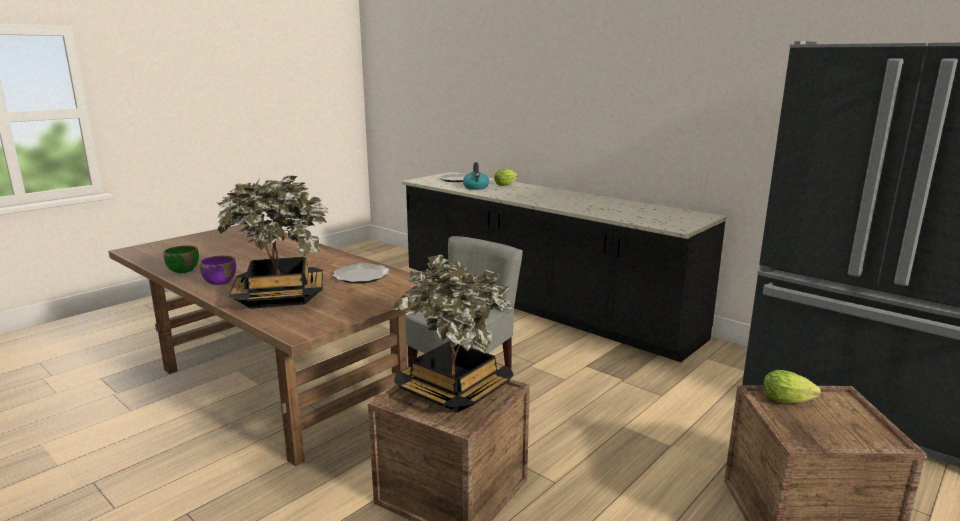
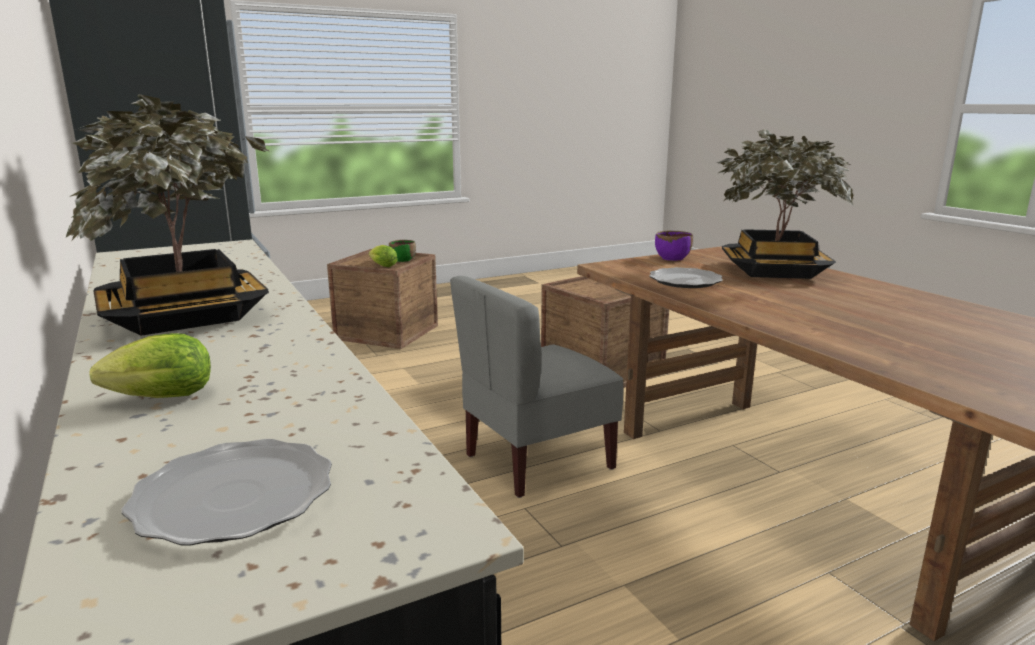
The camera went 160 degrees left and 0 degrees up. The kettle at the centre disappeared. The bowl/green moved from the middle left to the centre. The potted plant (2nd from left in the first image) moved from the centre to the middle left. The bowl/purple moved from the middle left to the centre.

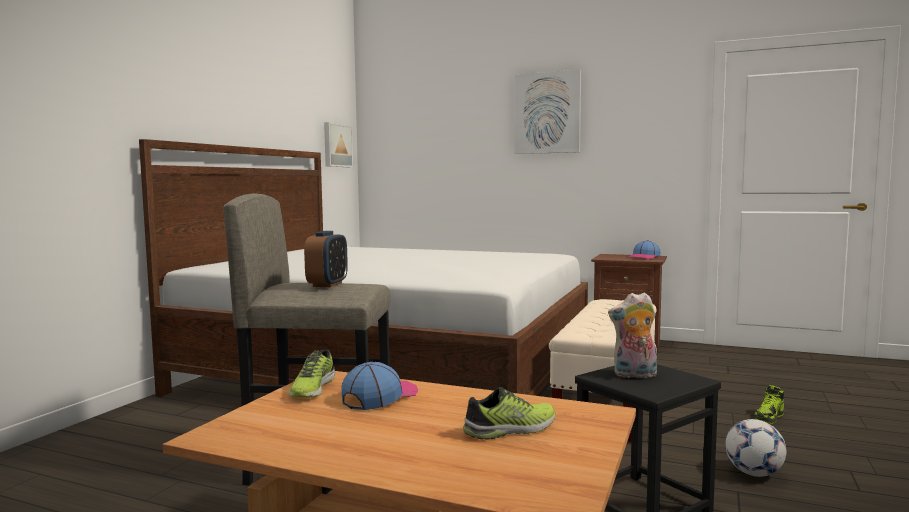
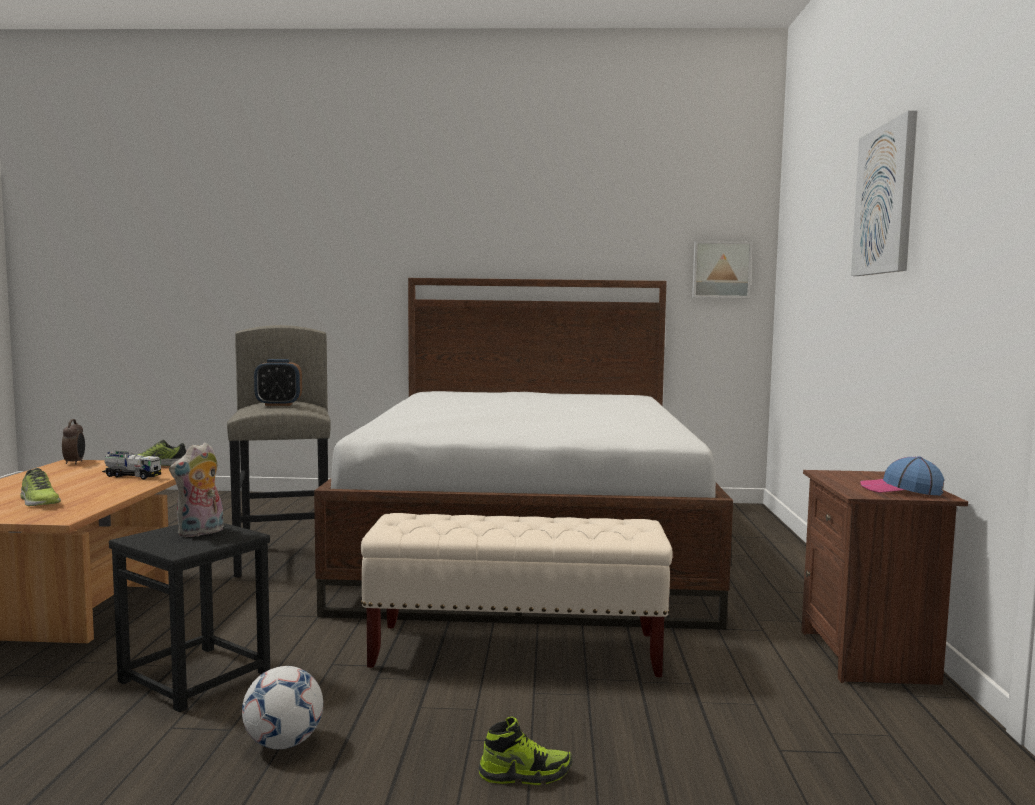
The camera went 70 degrees right and 0 degrees up. The plush toy at the middle right turned 120 degrees counterclockwise. The cap (1st from left) at the bottom centre was replaced by the toy truck at the middle left. The shoe (3rd from left) at the bottom right turned 150 degrees clockwise. The alarm clock (1st from left) at the middle left appeared.

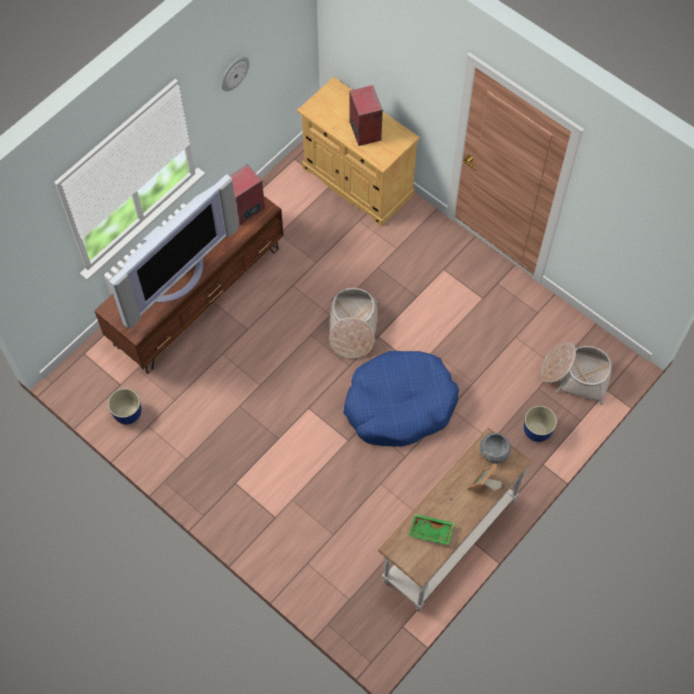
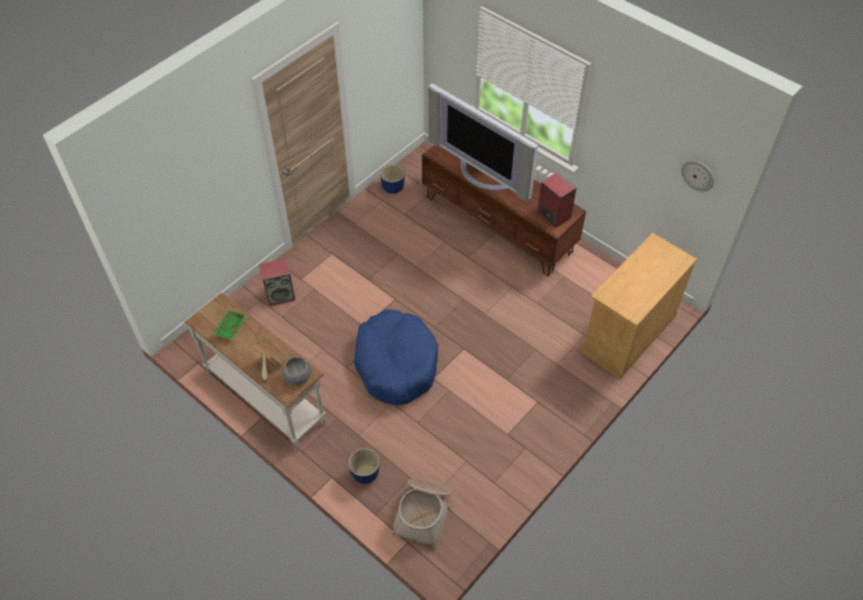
The camera went 90 degrees right and 10 degrees down. The wall clock moved from the top centre to the top right. The speaker (2nd from left in the first image) moved from the top centre to the middle left. The basket (1st from left) at the centre disappeared.

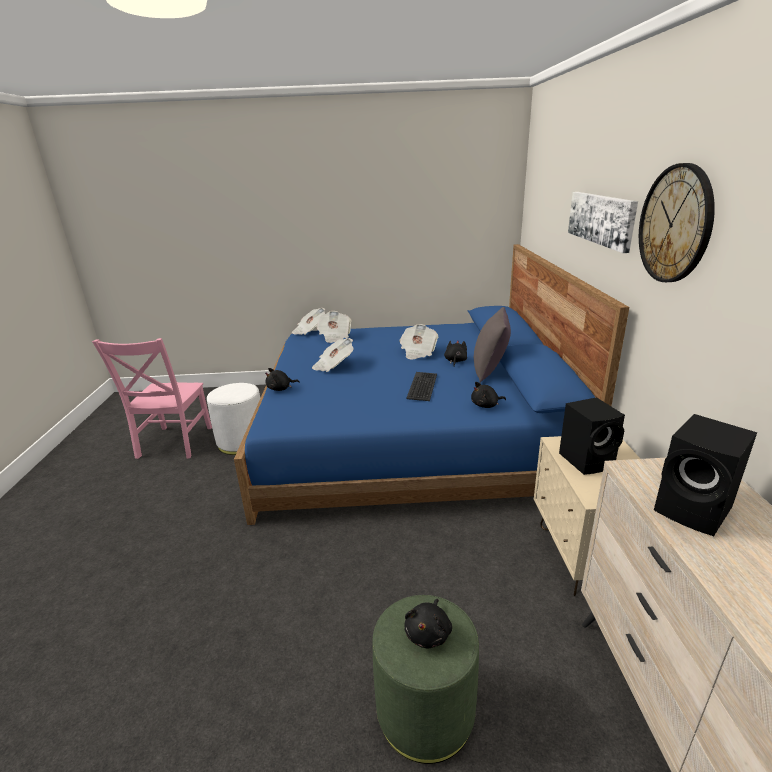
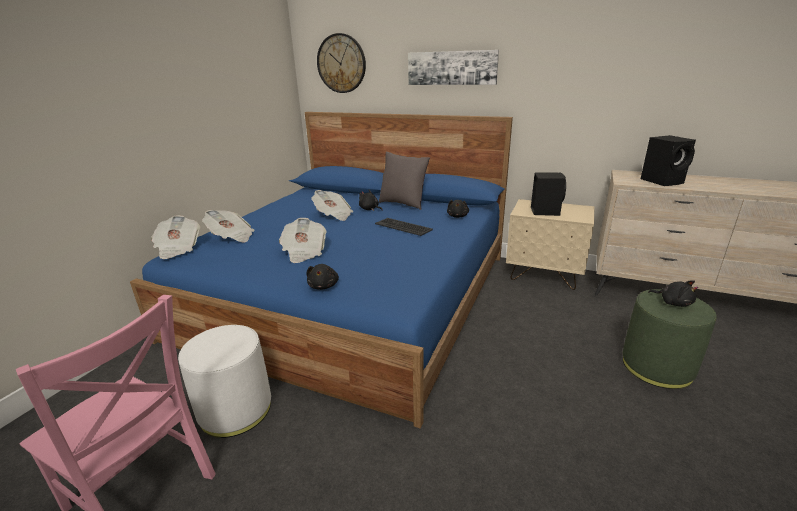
The camera went 65 degrees left and 0 degrees up. The wall clock moved from the top right to the top centre.

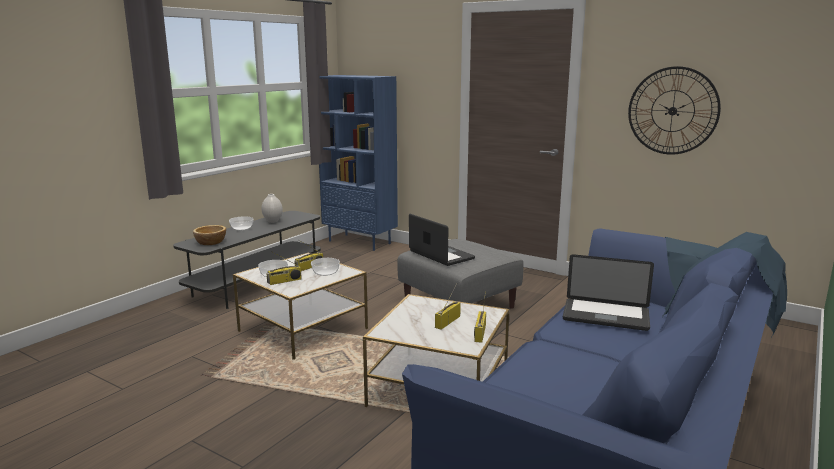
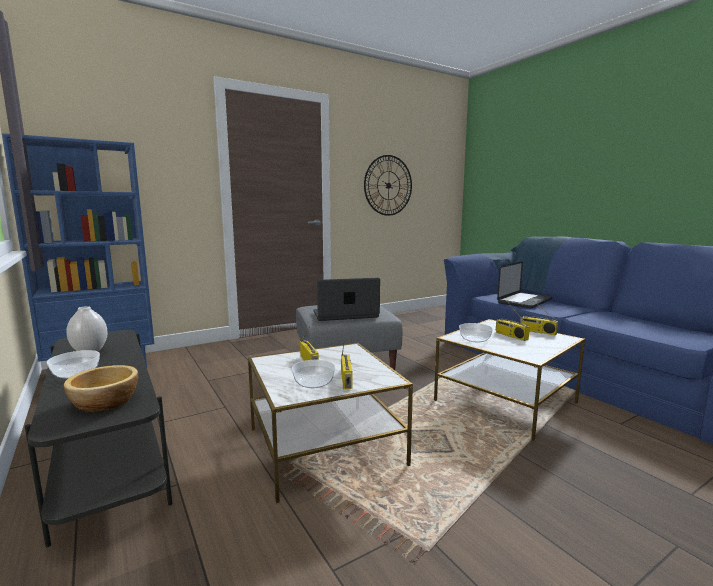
The camera went 65 degrees left and 5 degrees down. The bowl (4th from left) moved from the centre to the middle right.

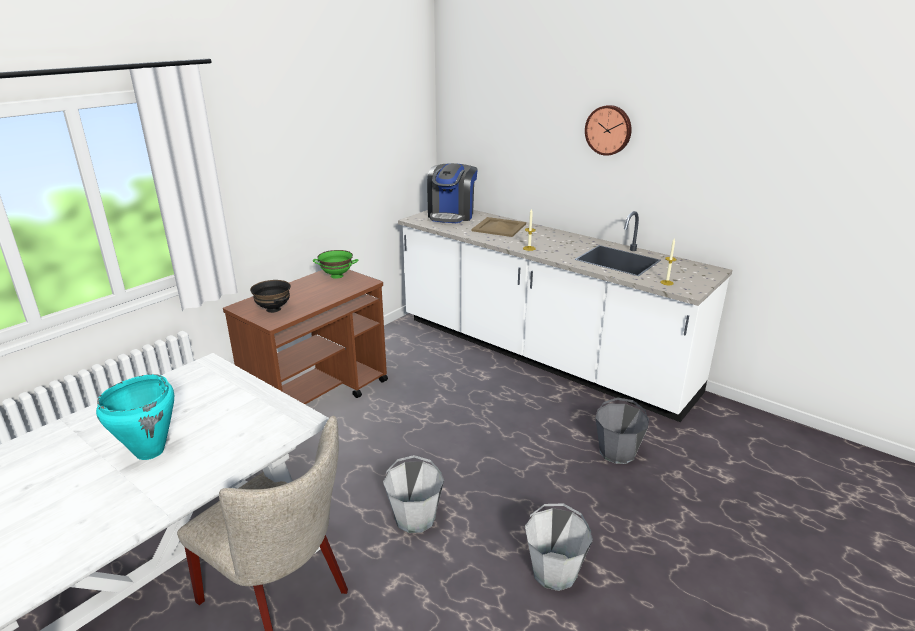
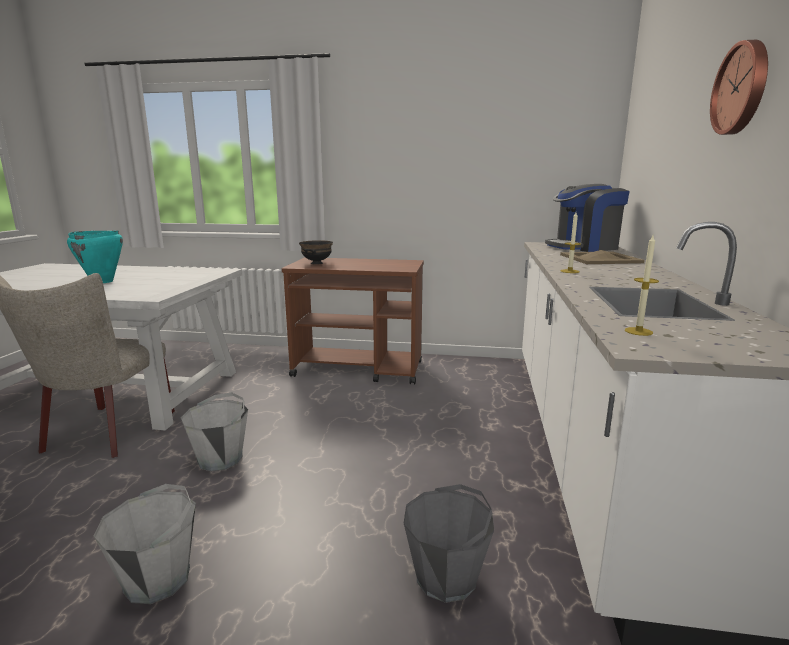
The camera went 60 degrees right and 10 degrees down. The bowl/green at the centre disappeared.

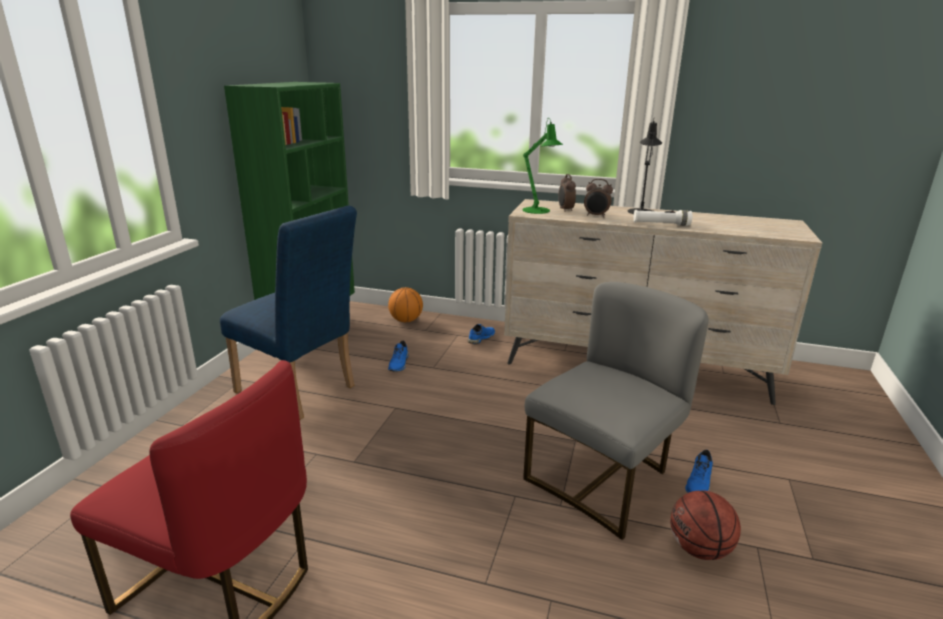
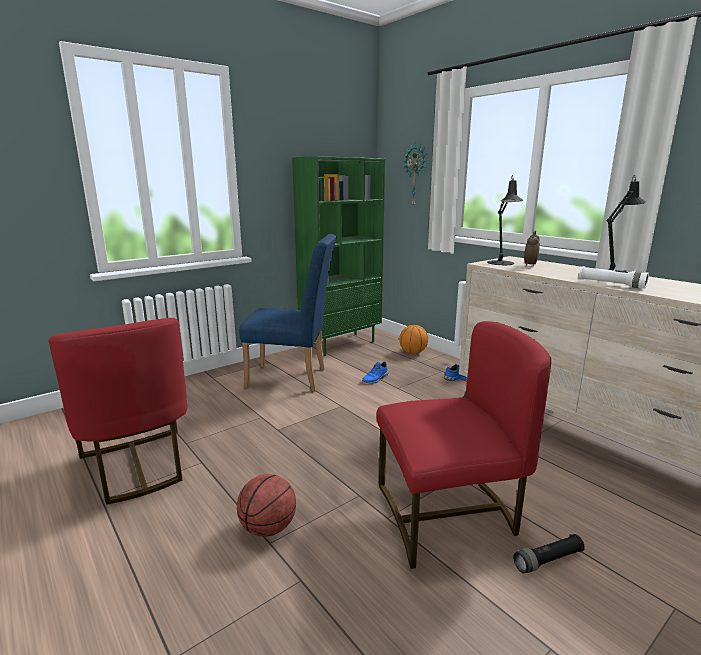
The camera went 35 degrees right and 5 degrees down. The table lamp/green at the top centre became the table lamp/black (1st from left) at the middle right. The alarm clock (2nd from left) at the top centre disappeared. The chair/blue at the middle left turned 60 degrees counterclockwise. The chair/grey at the centre became the chair/red (2nd from left) at the bottom centre. The shoe/blue (3rd from left) at the bottom right was replaced by the flashlight/black at the bottom right. The basketball (2nd from left in the first image) moved from the bottom right to the bottom centre. The wall clock at the top centre appeared.

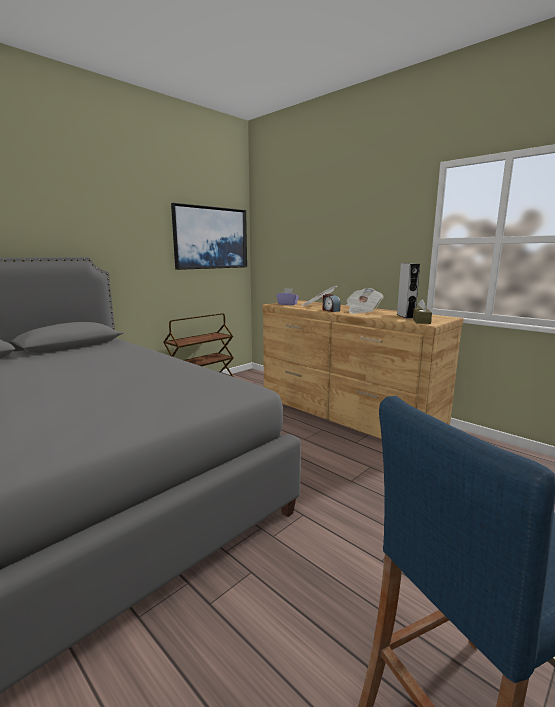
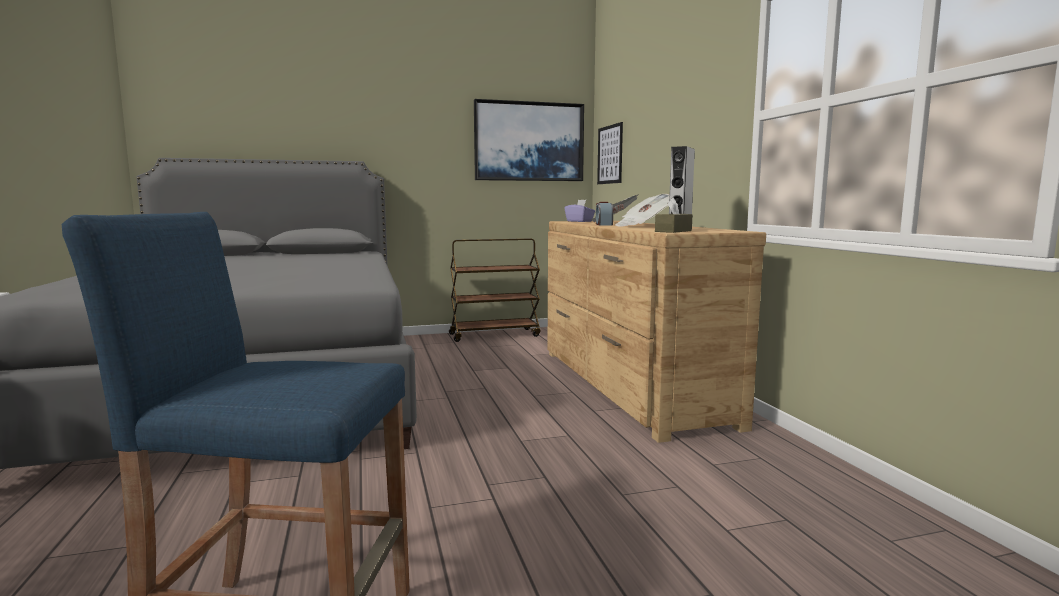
The camera went 30 degrees right and 5 degrees down. The picture (2nd from left) at the top centre appeared.

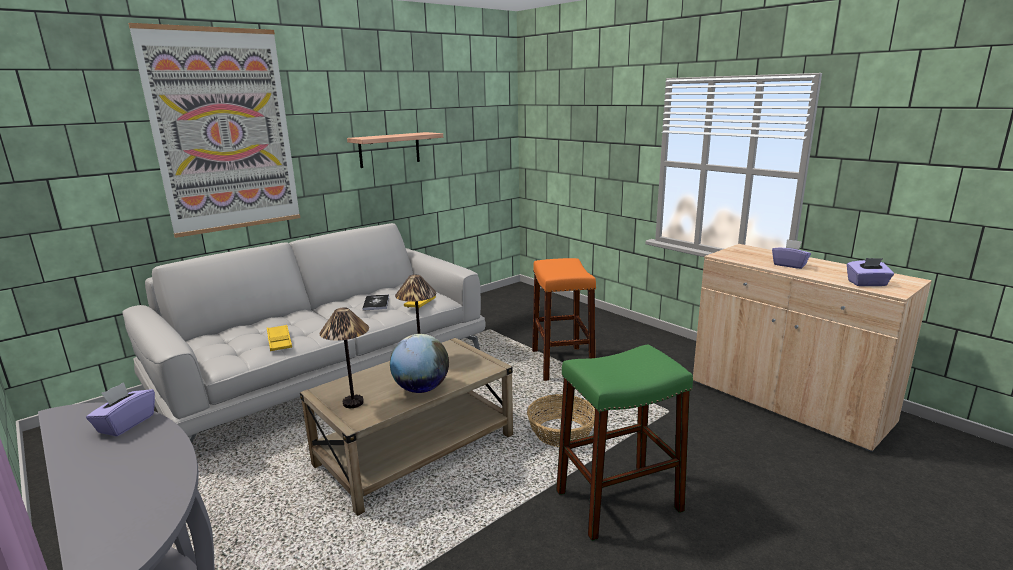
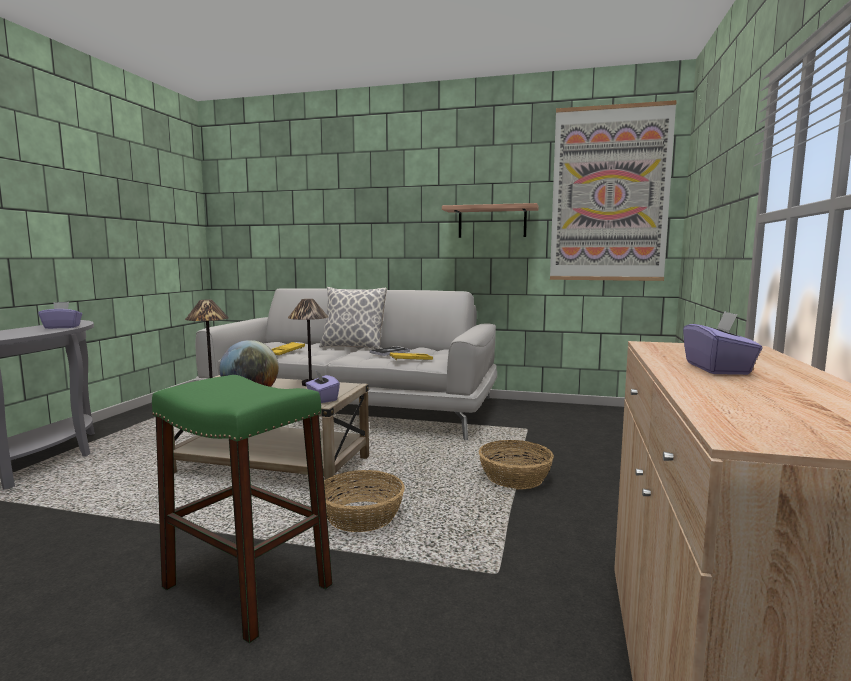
The camera went 55 degrees right and 10 degrees down. The picture moved from the top left to the top right. The stool/orange at the centre was replaced by the basket (2nd from left) at the bottom centre. The tissue box/purple (3rd from left in the first image) moved from the middle right to the centre. The pillow at the centre appeared.

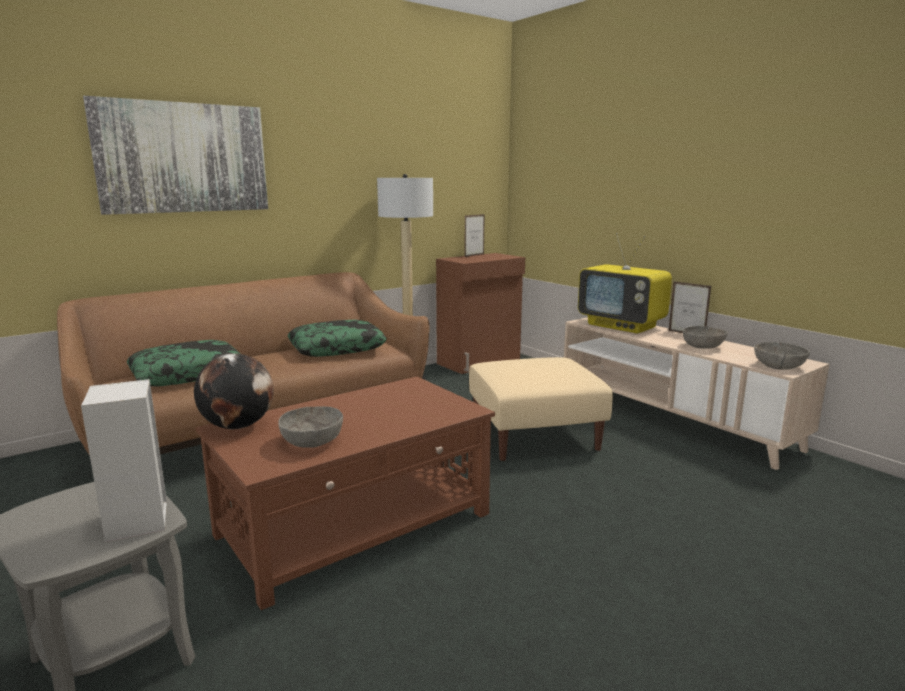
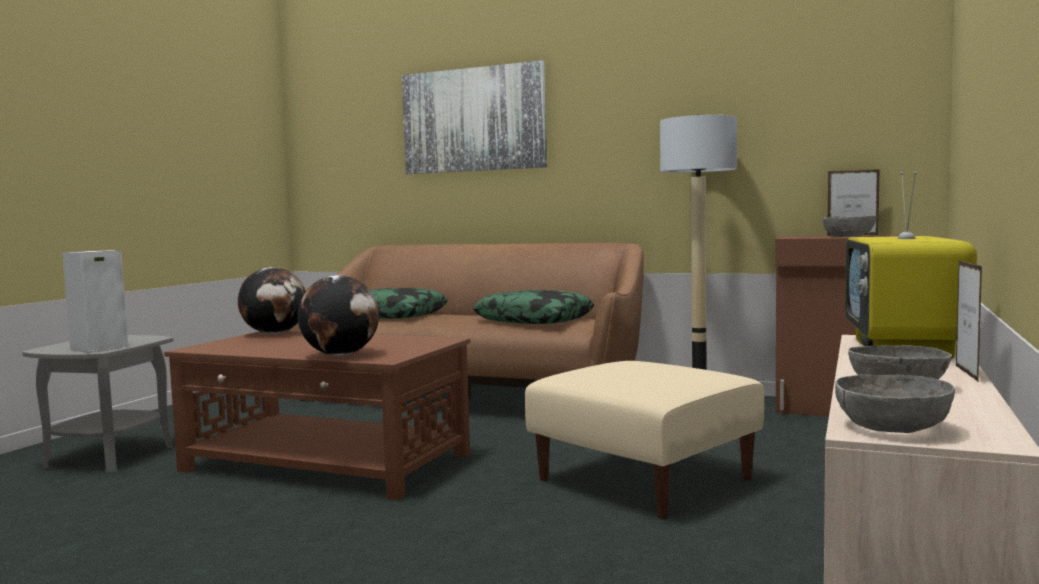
The camera went 60 degrees right and 10 degrees down. The bowl/grey (1st from left) moved from the centre to the middle right. The globe (2nd from left) at the middle left appeared.

